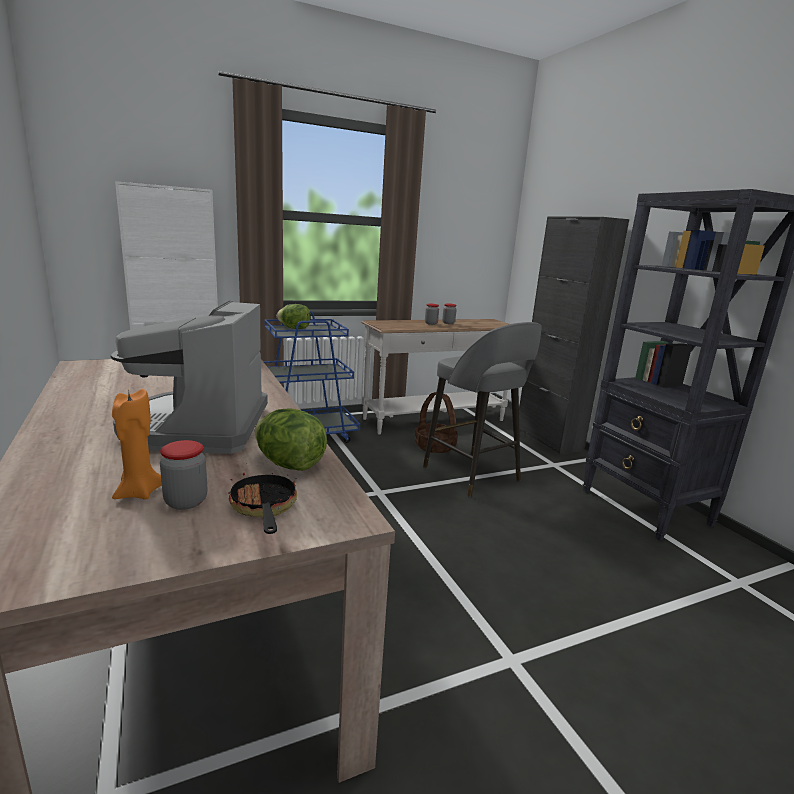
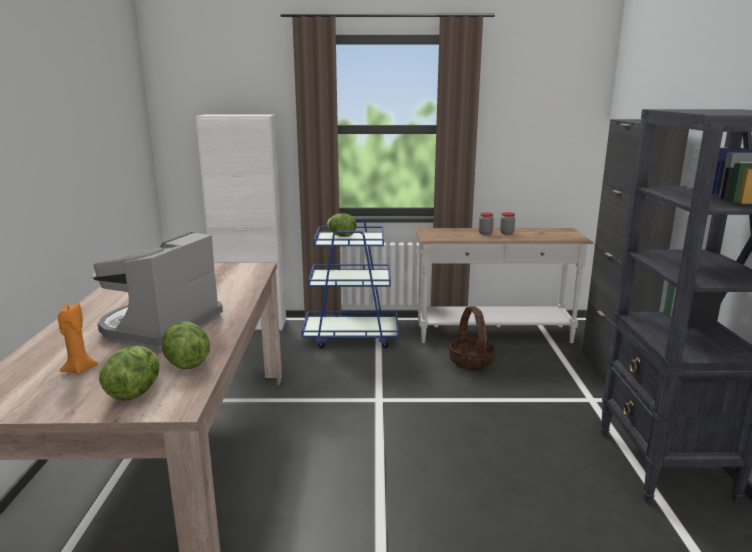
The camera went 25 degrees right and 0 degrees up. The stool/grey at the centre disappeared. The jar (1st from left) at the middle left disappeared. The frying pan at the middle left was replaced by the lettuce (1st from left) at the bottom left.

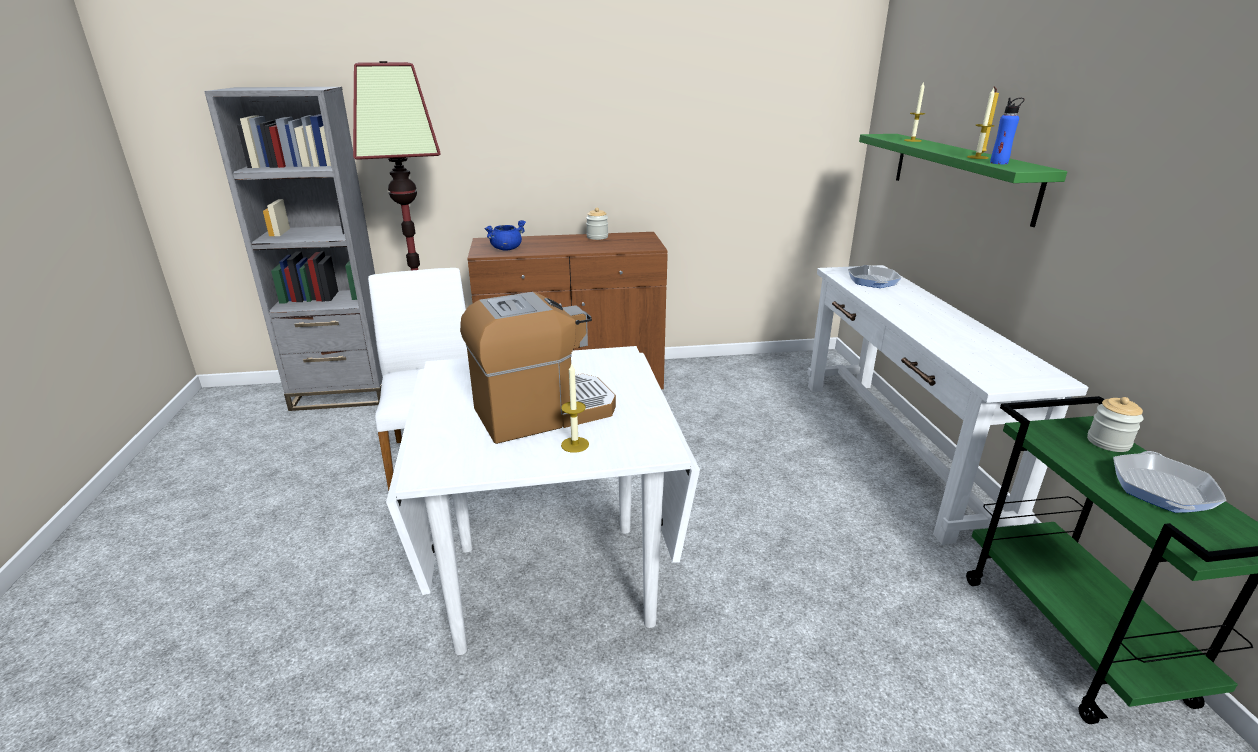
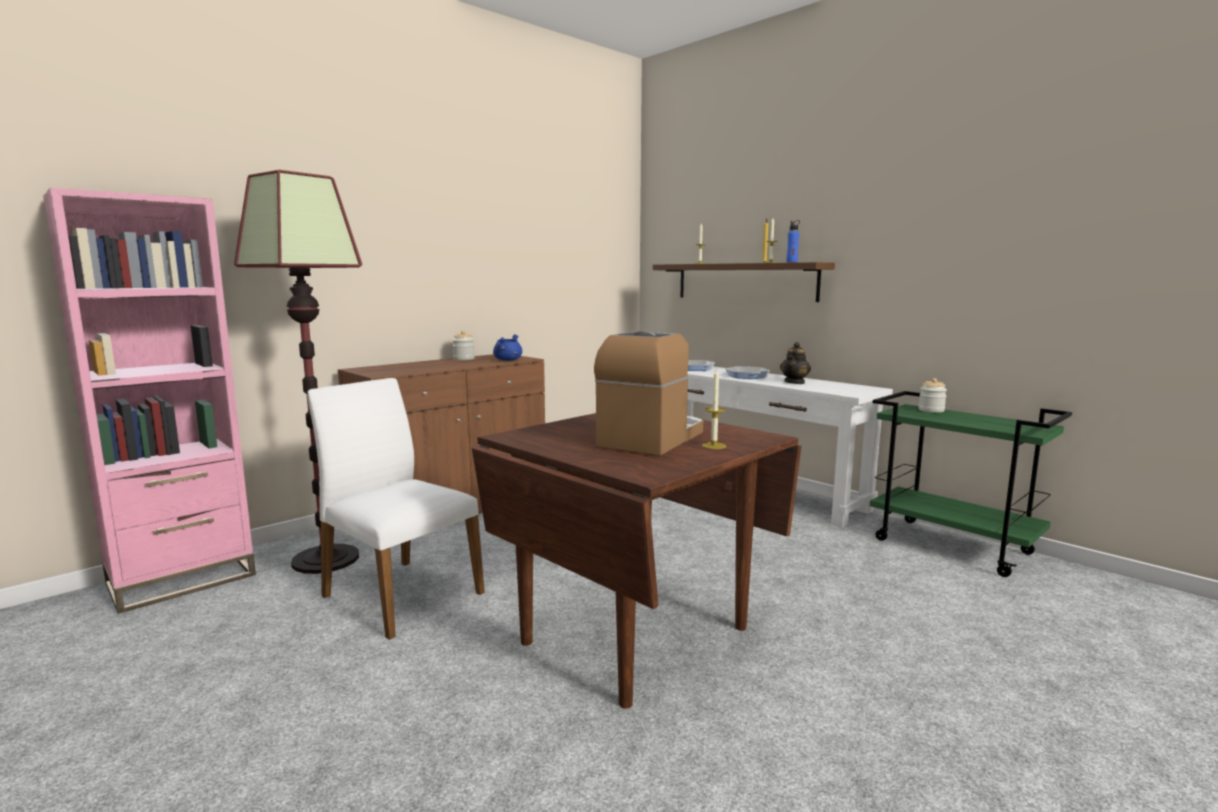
The camera went 35 degrees left and 15 degrees down. The bookcase/grey at the top left became the bookcase/pink at the middle left. The shelf/green at the top right became the shelf/brown at the centre. The cooking pot/blue moved from the top centre to the centre. The dining table/white at the centre became the dining table/brown at the bottom centre. The frying pan (2nd from left) moved from the middle right to the centre. The teapot at the centre appeared.

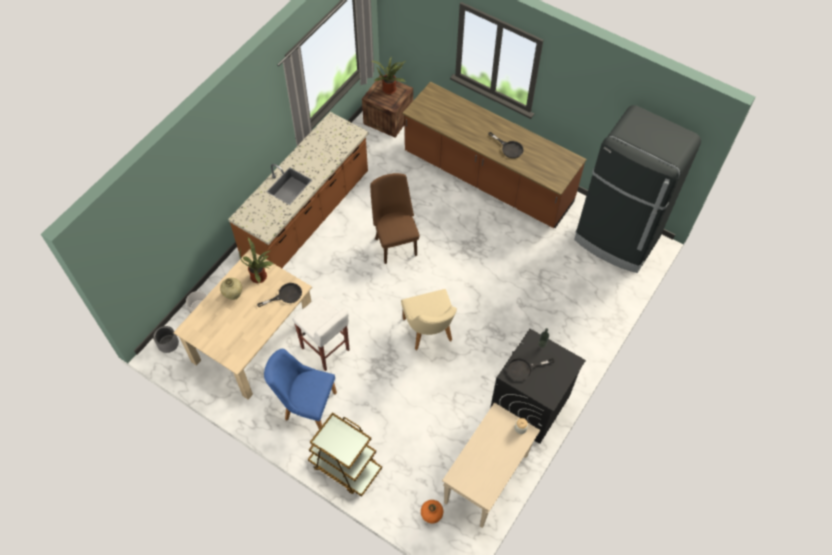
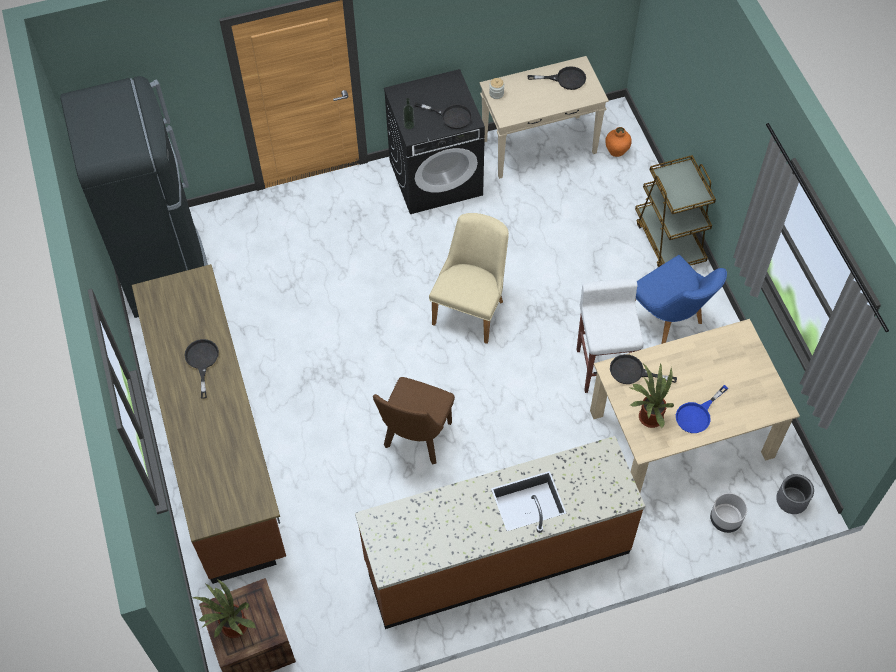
The camera went 140 degrees left and 0 degrees up. The vase/beige at the middle left was replaced by the frying pan/blue at the middle right. The frying pan/black (3rd from left) at the top centre appeared.

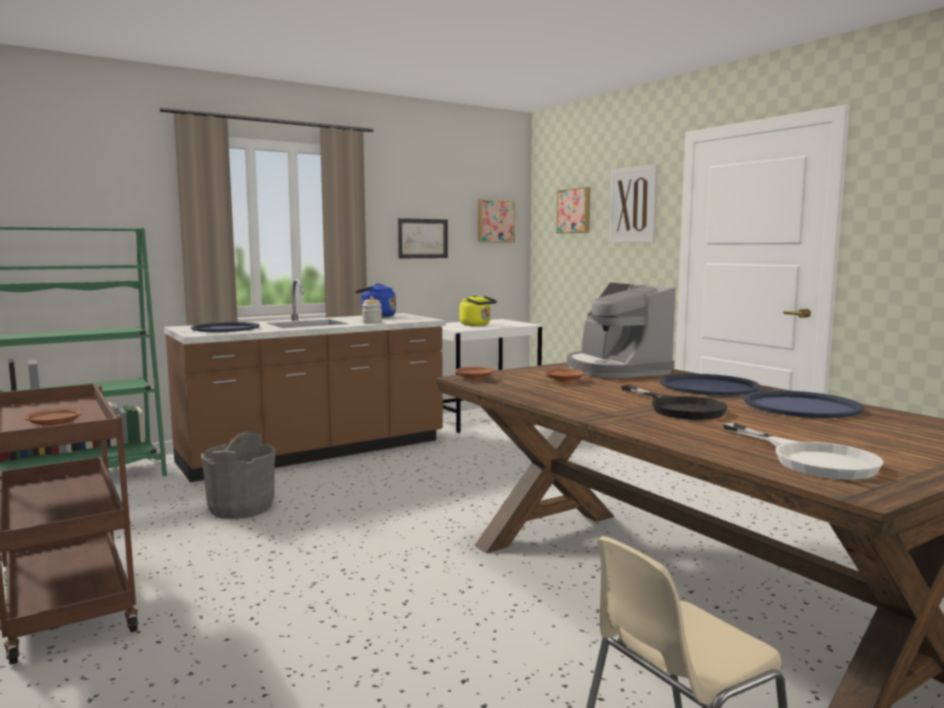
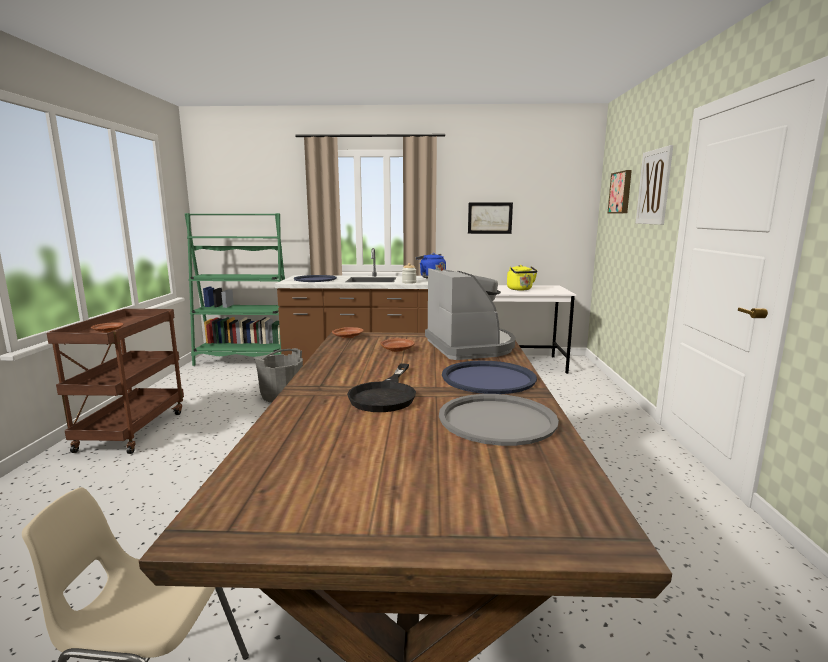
The camera went 35 degrees right and 5 degrees up. The picture (2nd from left) at the top centre disappeared. The coffee machine at the centre turned 150 degrees clockwise. The tray/blue (3rd from left) at the middle right became the tray/grey at the centre. The frying pan/white at the middle right disappeared.

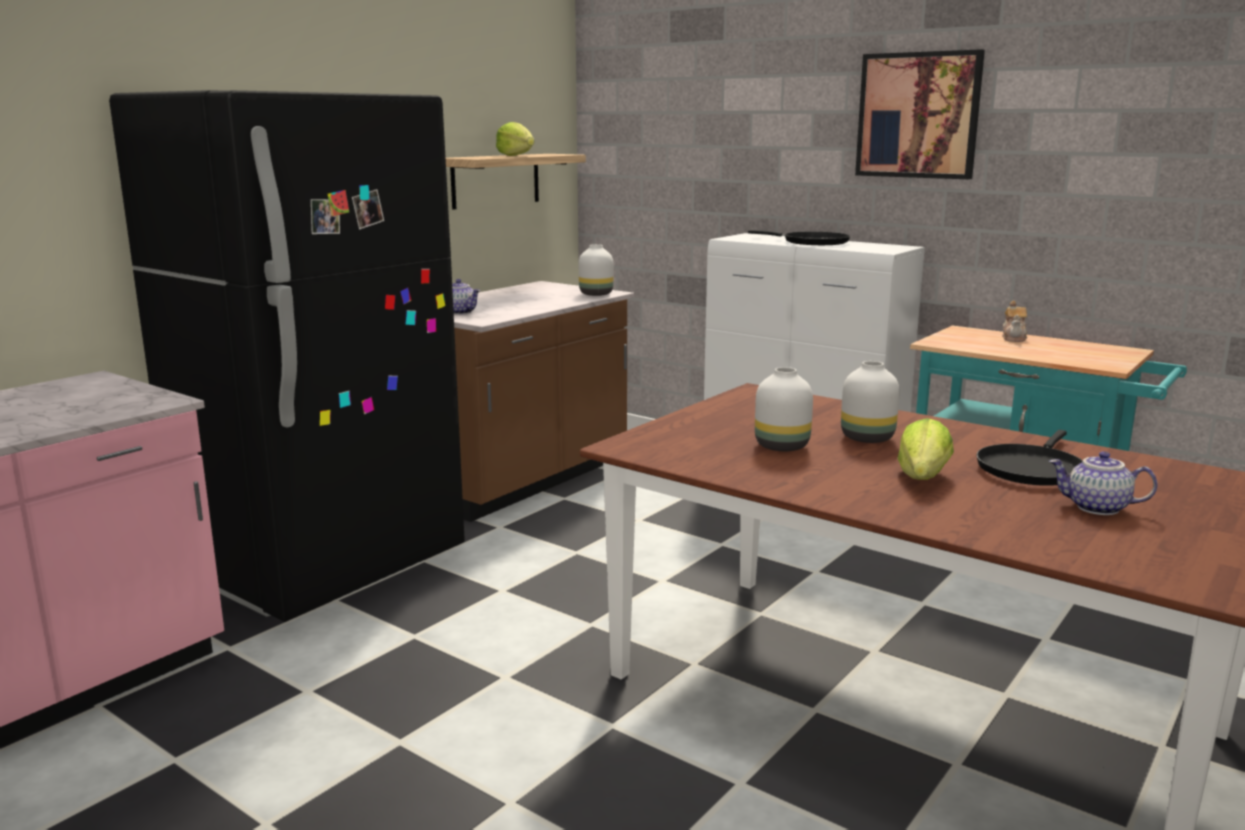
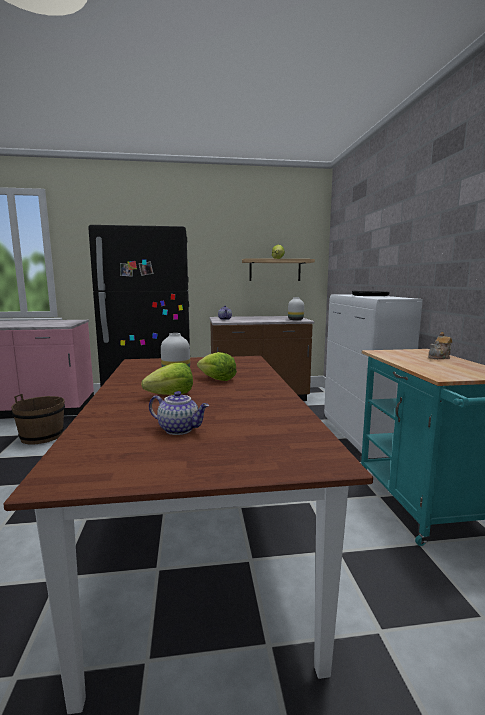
The camera went 45 degrees right and 5 degrees down. The picture at the top right disappeared. The vase/white (3rd from left) at the middle right was replaced by the lettuce (2nd from left) at the centre. The frying pan/black (2nd from left) at the middle right disappeared. The teapot (3rd from left in the first image) at the middle right turned 135 degrees clockwise. The bucket/brown at the middle left appeared.

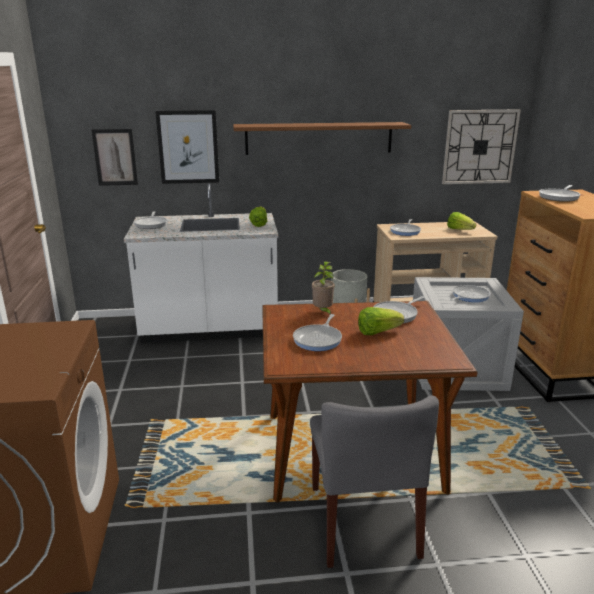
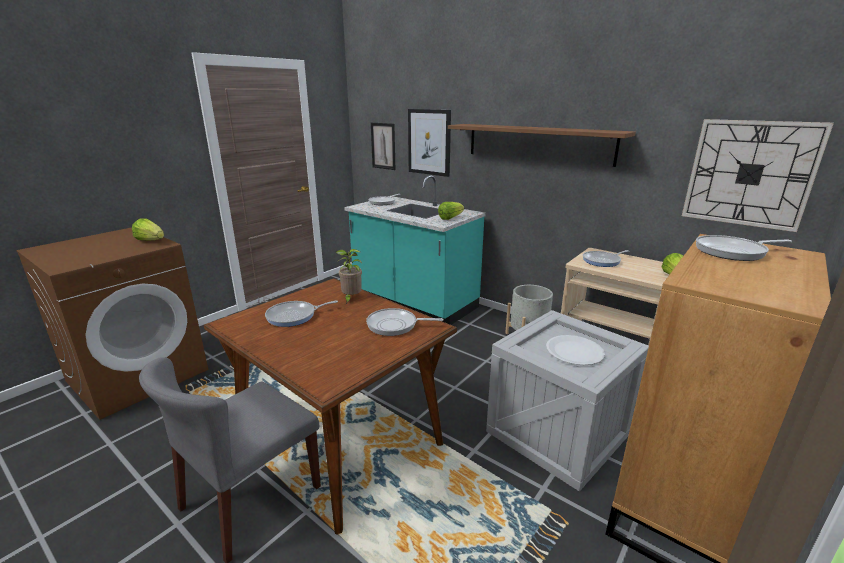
The camera went 45 degrees right and 0 degrees up. The counter/white at the centre became the counter/turquoise at the centre. The frying pan (5th from left) at the middle right was replaced by the plate/white at the middle right. The lettuce (2nd from left in the first image) moved from the centre to the middle left.

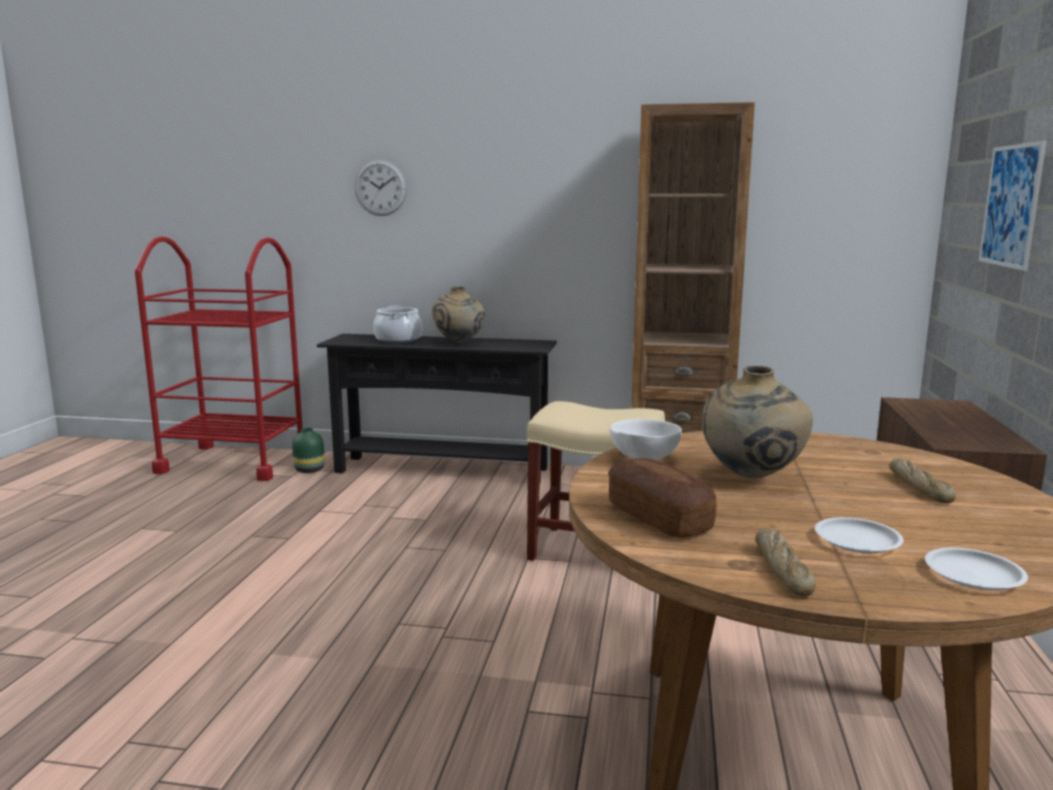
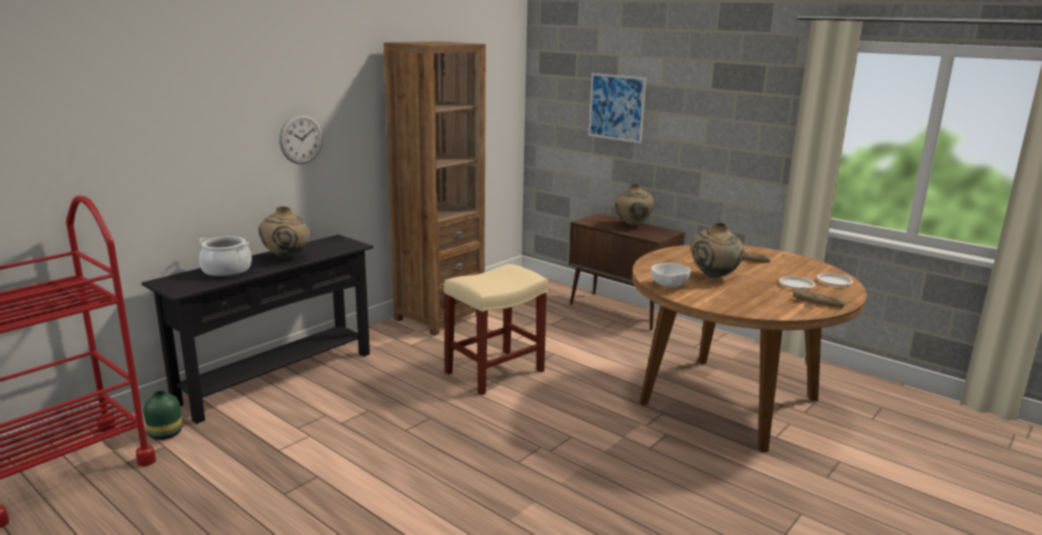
The camera went 60 degrees left and 5 degrees up. The wall clock moved from the top centre to the top left. The bread (1st from left) at the centre disappeared. The vase/beige (2nd from left) at the centre appeared.

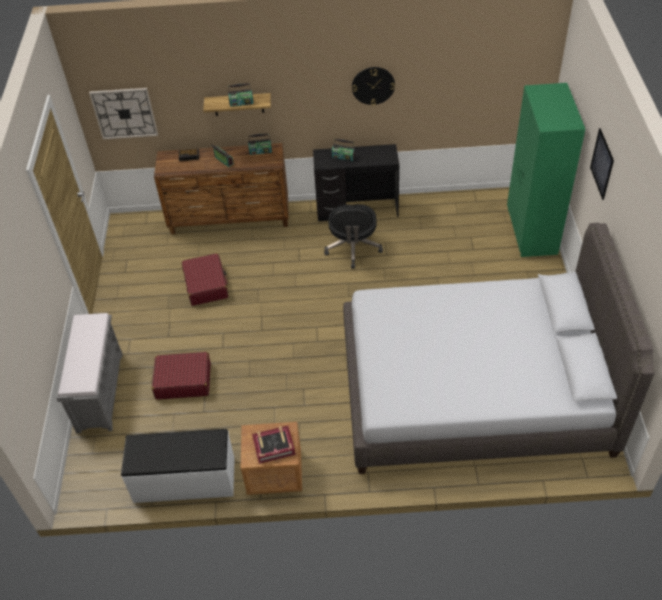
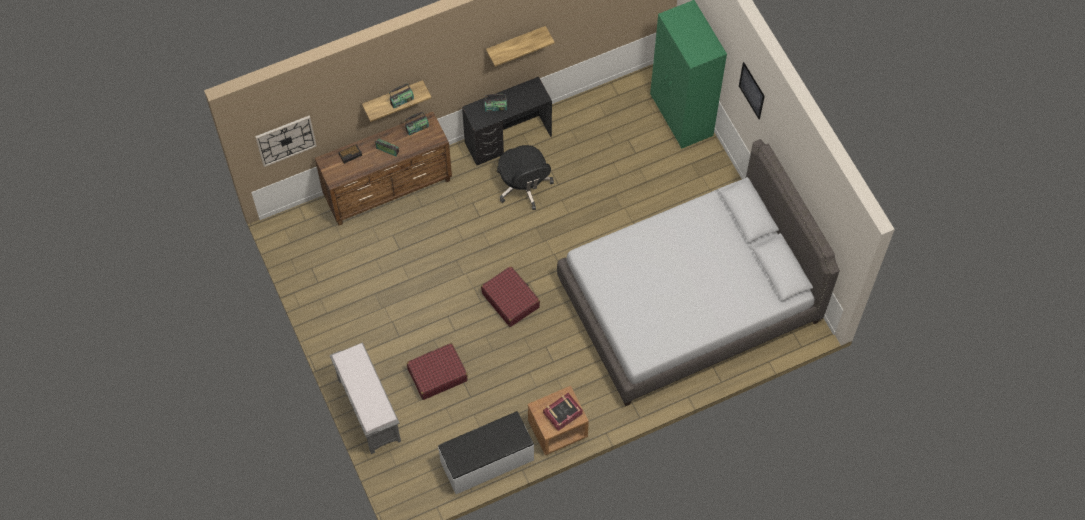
The camera went 25 degrees left and 15 degrees up. The wall clock (2nd from left) at the top centre was replaced by the shelf (2nd from left) at the top centre. The suitcase/red (2nd from left) moved from the middle left to the centre.

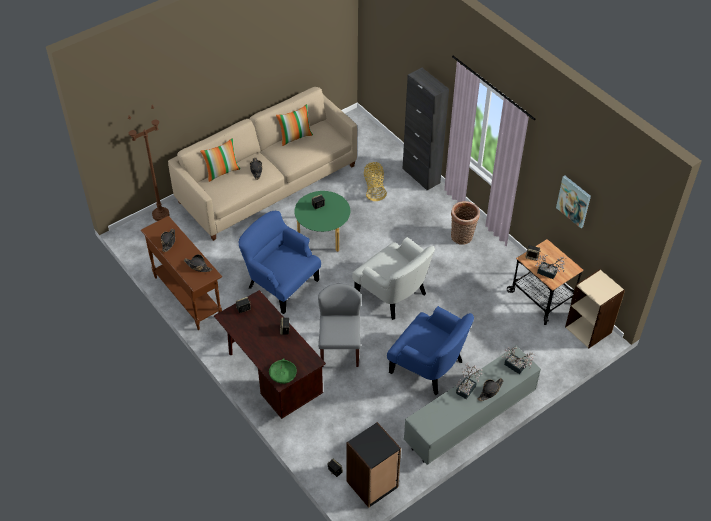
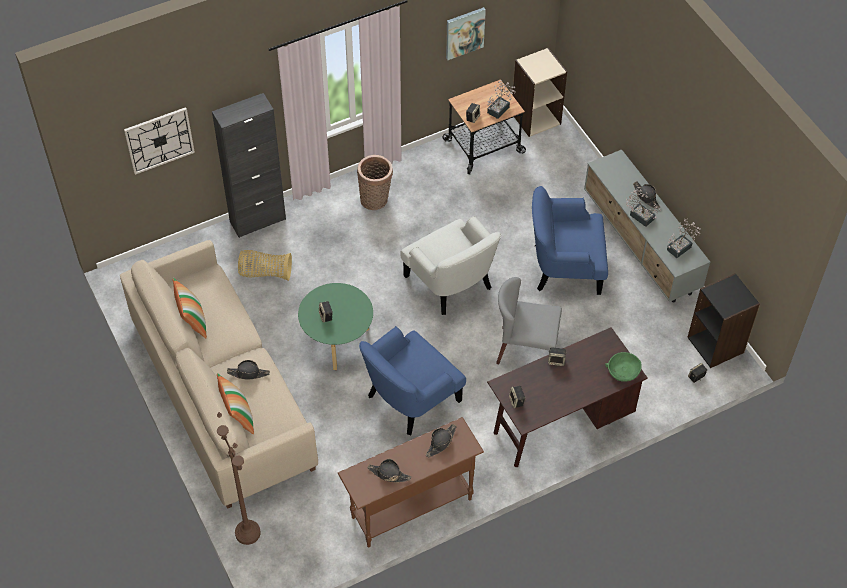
The camera went 80 degrees left and 5 degrees up. The armchair/white at the centre turned 90 degrees clockwise. The armchair/blue (2nd from left) at the bottom centre turned 135 degrees counterclockwise. The potted plant (2nd from left in the first image) moved from the bottom right to the middle right. The wall clock at the top left appeared.

